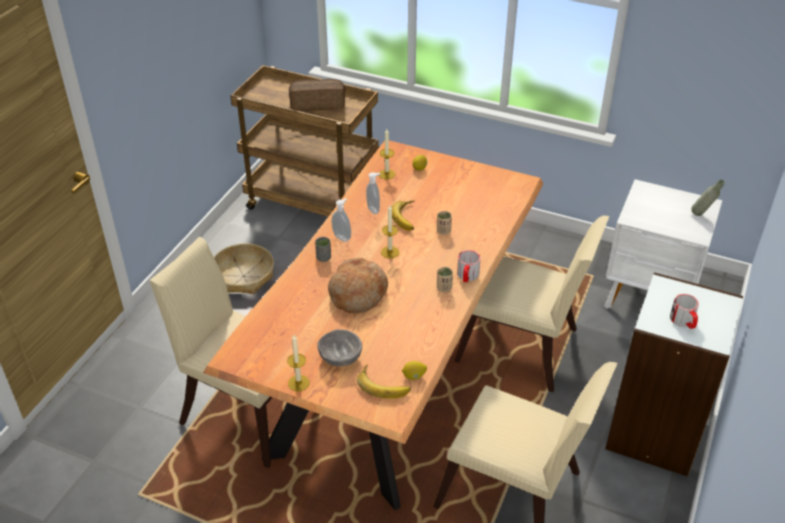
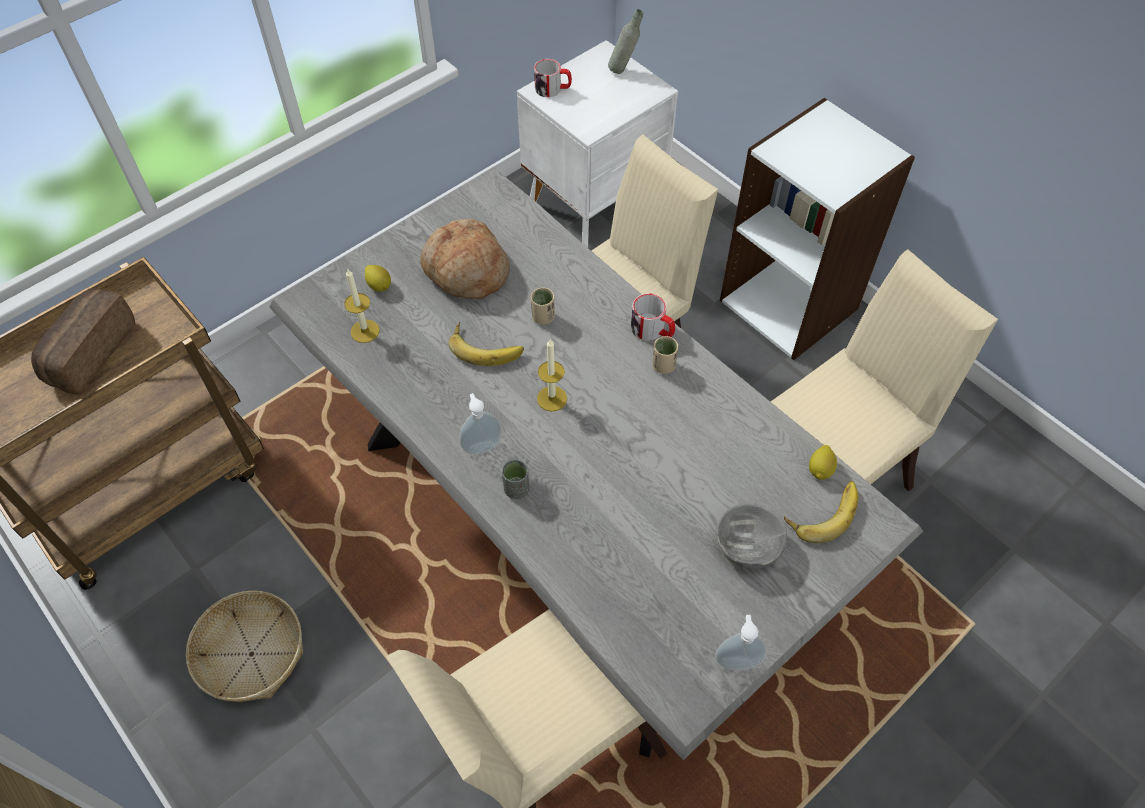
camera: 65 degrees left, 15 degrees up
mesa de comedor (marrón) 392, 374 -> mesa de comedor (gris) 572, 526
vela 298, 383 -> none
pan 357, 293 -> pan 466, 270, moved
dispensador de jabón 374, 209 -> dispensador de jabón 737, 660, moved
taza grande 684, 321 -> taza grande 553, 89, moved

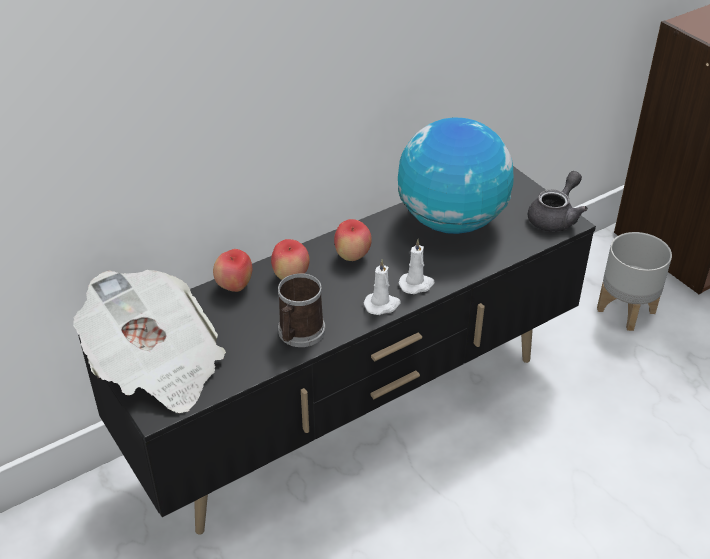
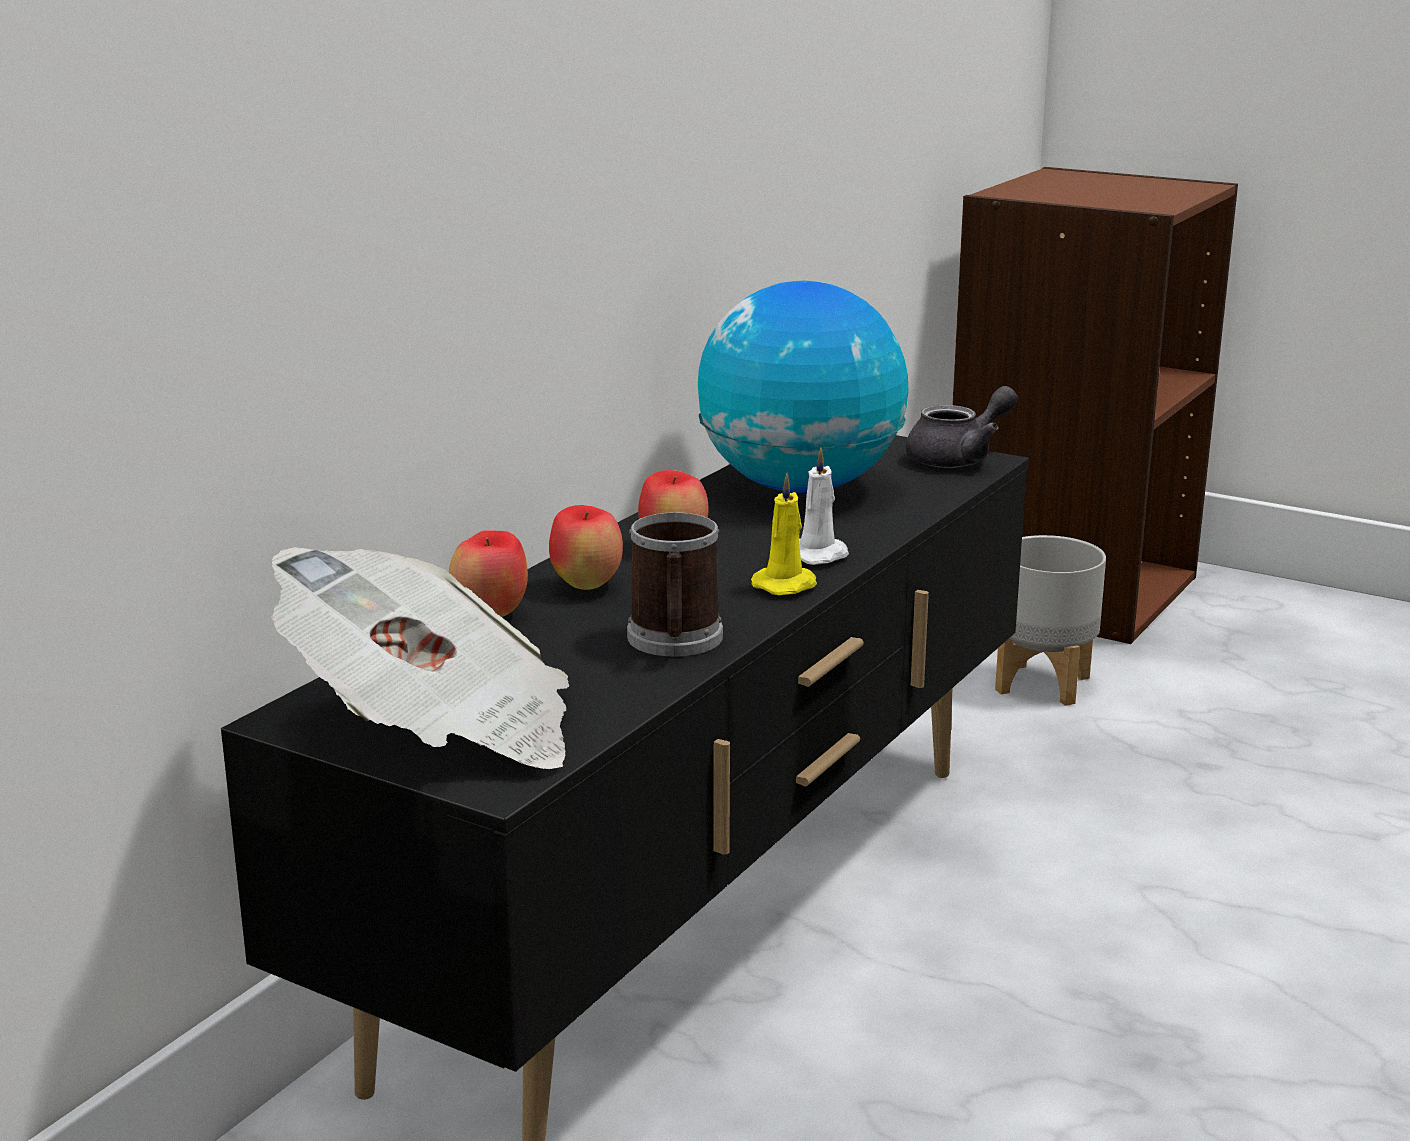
camera: 25 degrees left, 20 degrees down
vela (blanco) 382, 305 -> vela (amarillo) 787, 585
tetera (gris) 555, 217 -> tetera (gris) 959, 458, 45 degrees clockwise

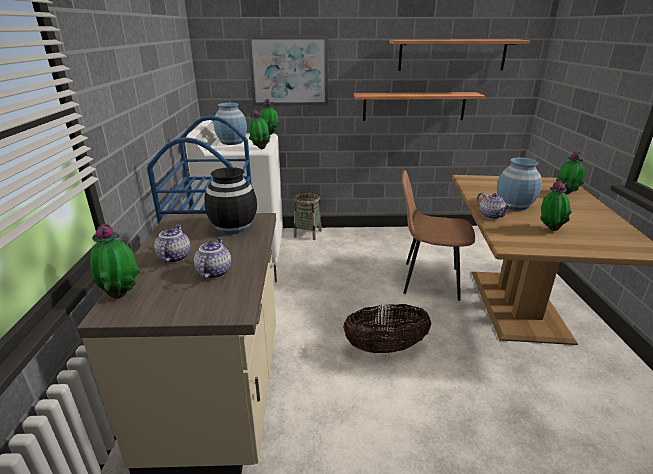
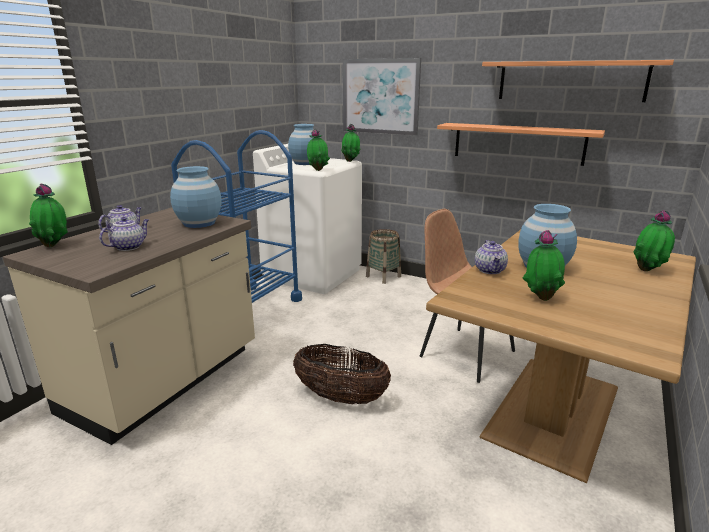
camera: 30 degrees right, 5 degrees down
florero (negro) 233, 227 -> florero (azul) 199, 223

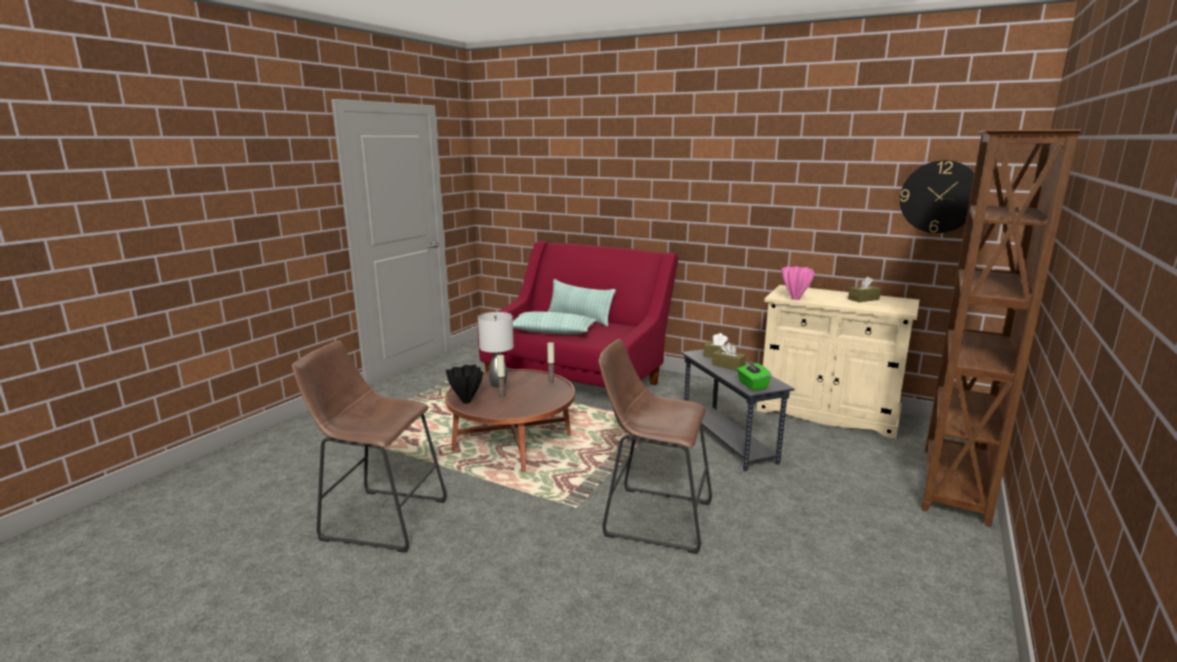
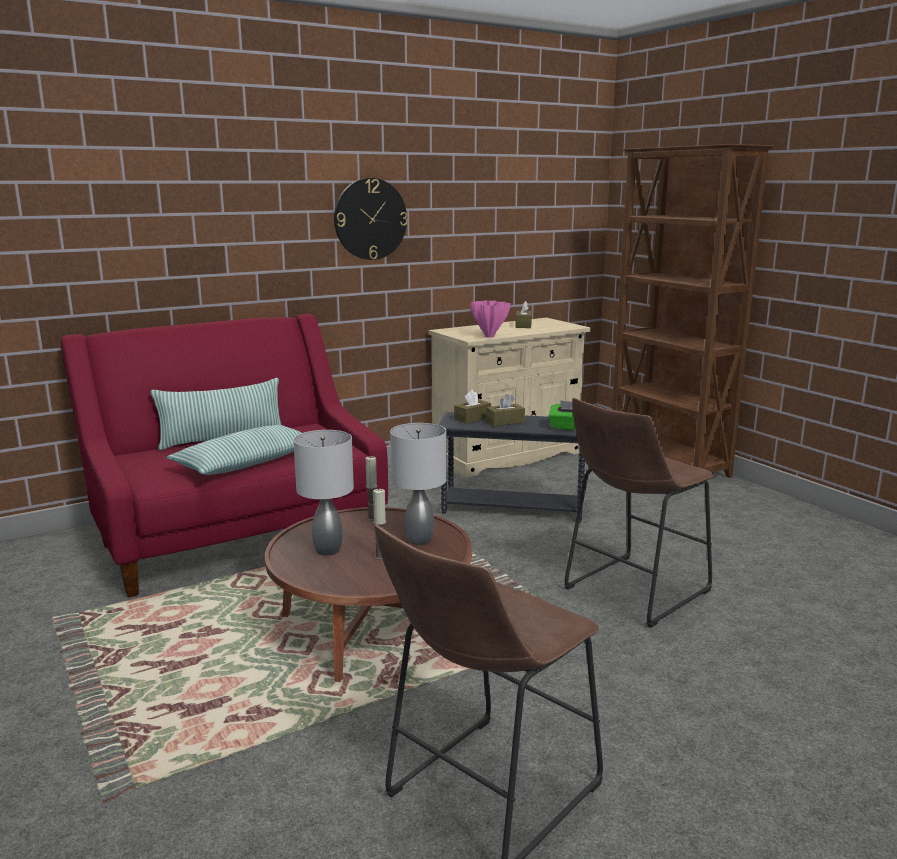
camera: 60 degrees left, 0 degrees up
florero (negro) 466, 402 -> none
reloj de pared 939, 196 -> reloj de pared 370, 219, moved
none -> lámpara de mesa (gris) 419, 540

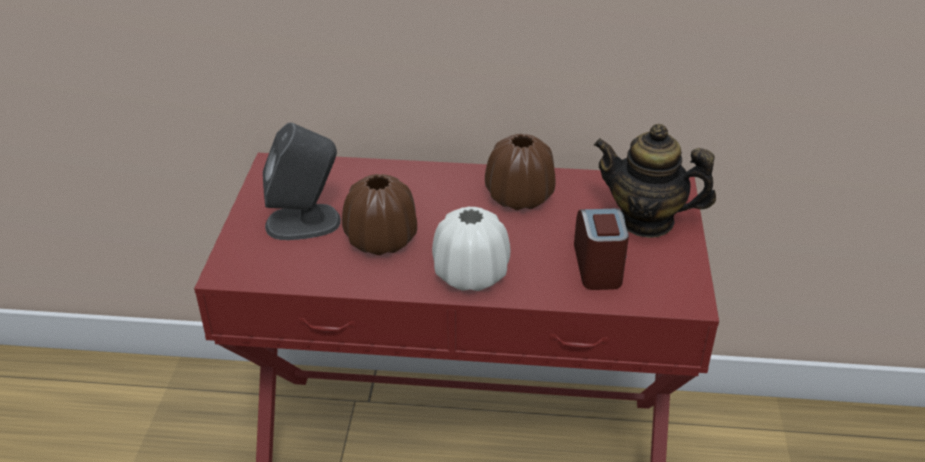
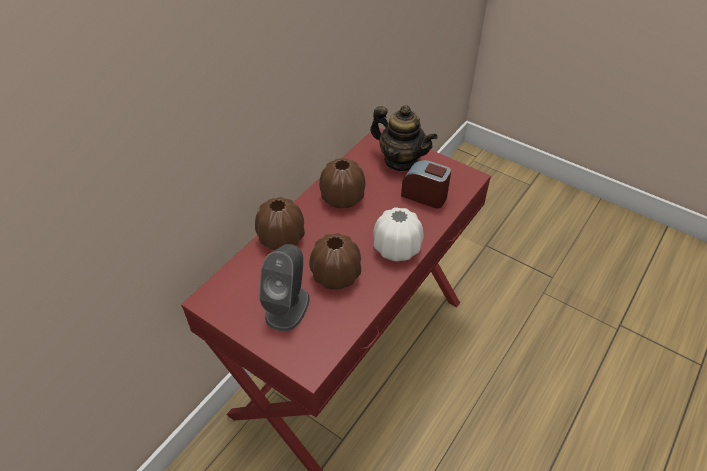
camera: 60 degrees left, 10 degrees up
tetera 646, 221 -> tetera 401, 161, 105 degrees counterclockwise
none -> florero (marrón) 281, 238

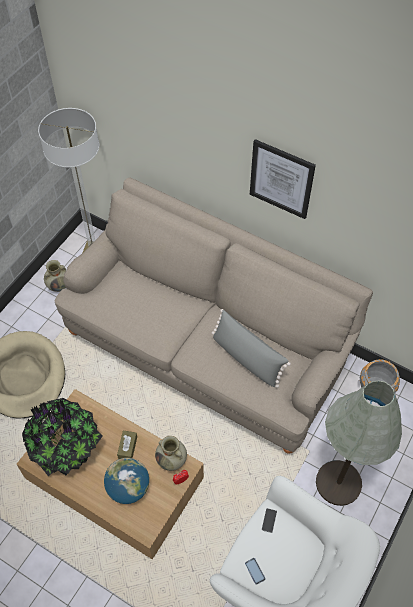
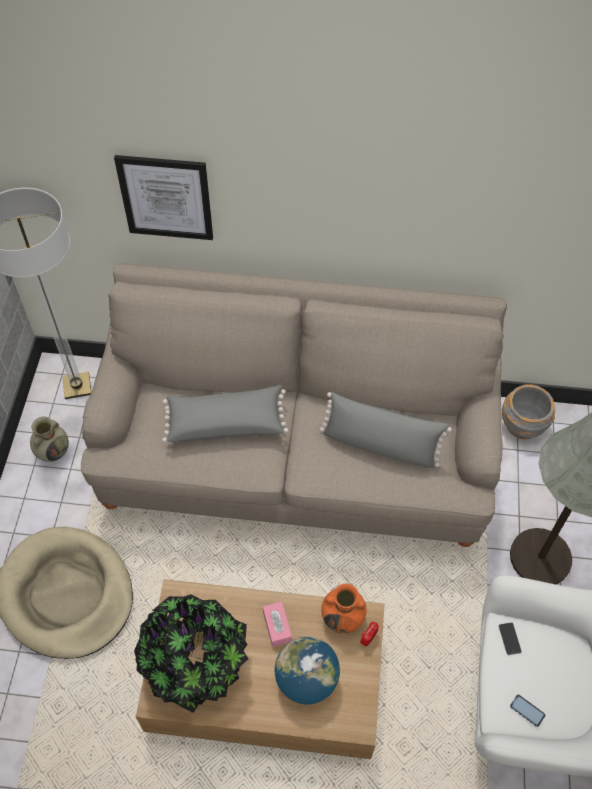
camera: 25 degrees left, 0 degrees up
caja de pañuelos (marrón) 127, 447 -> caja de pañuelos (rosa) 277, 626
florero (beis) 172, 460 -> florero (naranja) 343, 617
cuadro 281, 179 -> cuadro 166, 197, moved
none -> cojín (gris) 225, 422

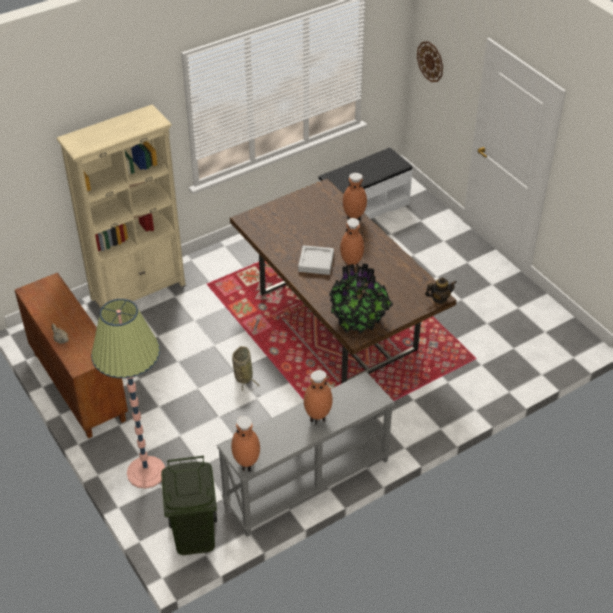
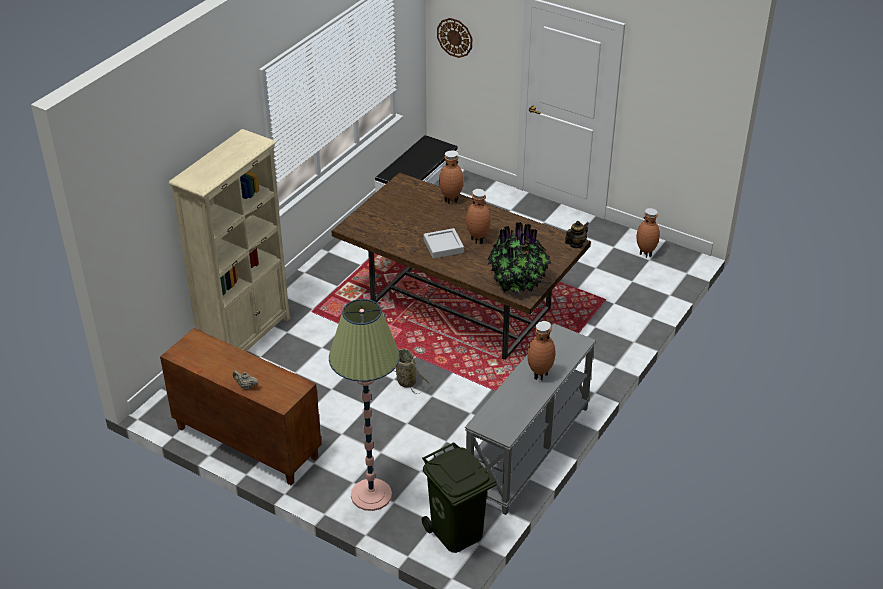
camera: 25 degrees left, 5 degrees down
florero (marrón) 247, 465 -> florero (marrón) 646, 253, moved

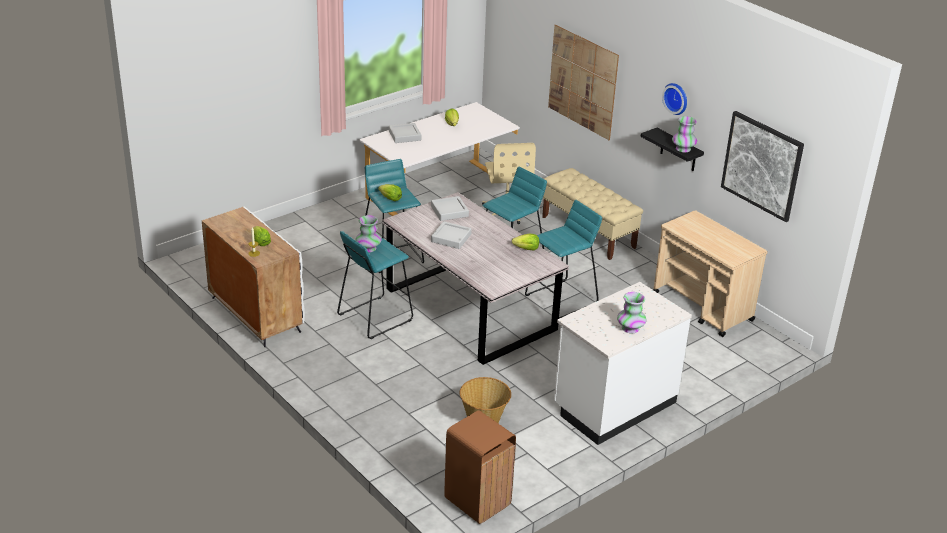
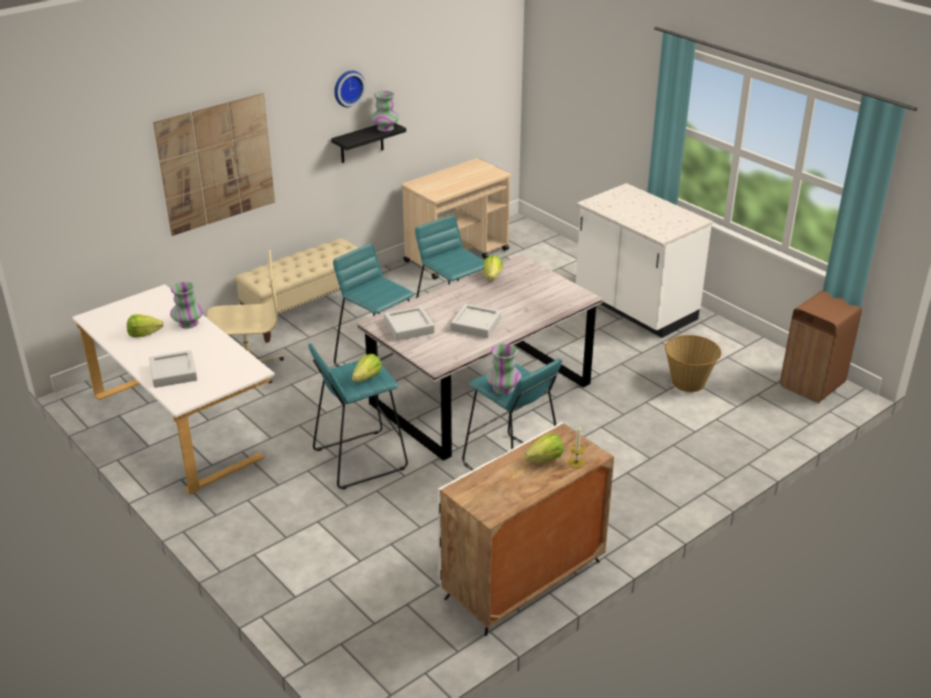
camera: 90 degrees left, 0 degrees up
florero 630, 328 -> florero 188, 324, moved
cuadro 762, 165 -> none

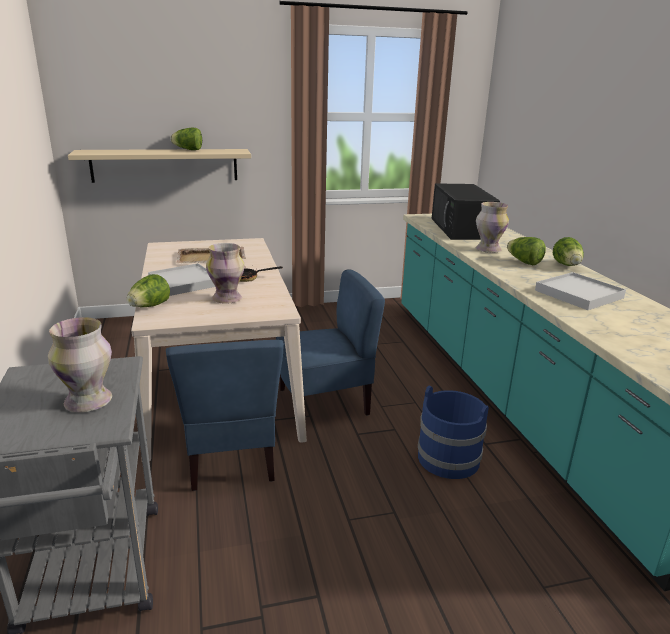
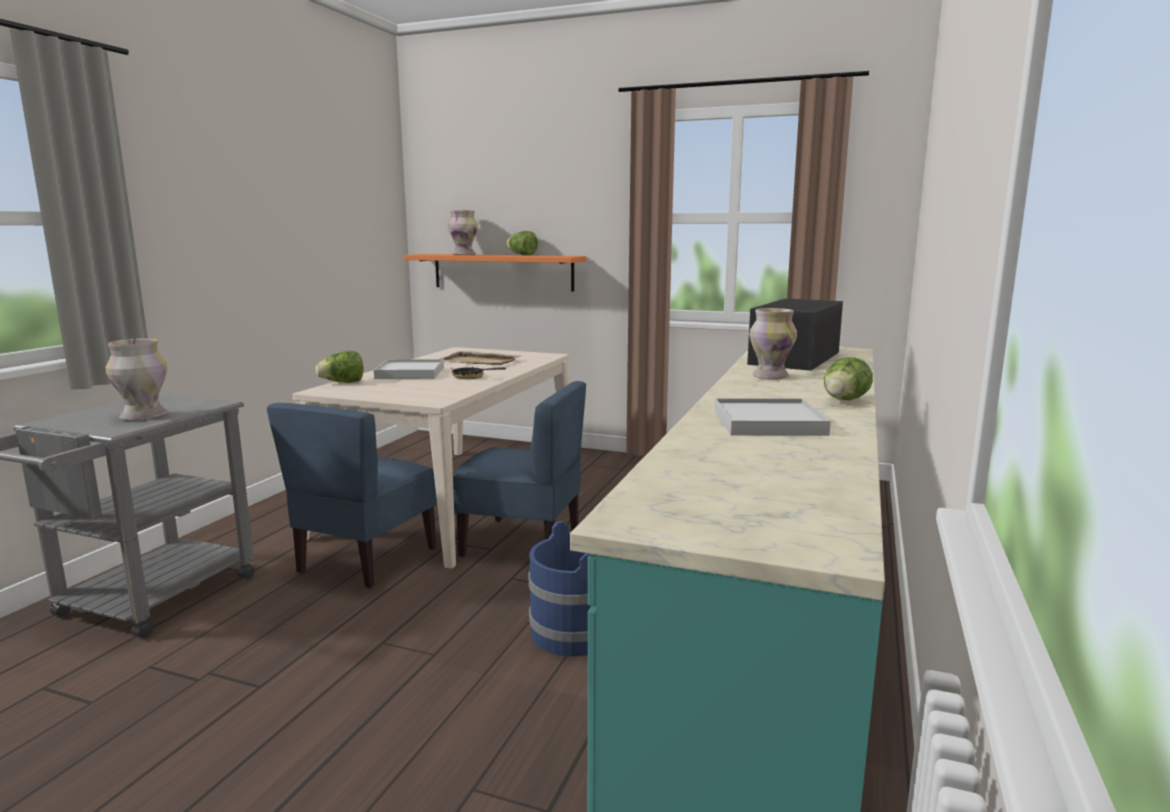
camera: 35 degrees right, 10 degrees down
estante (beis) 165, 165 -> estante (naranja) 502, 272
florero 227, 298 -> florero 464, 254, moved
lechuga 524, 262 -> none

